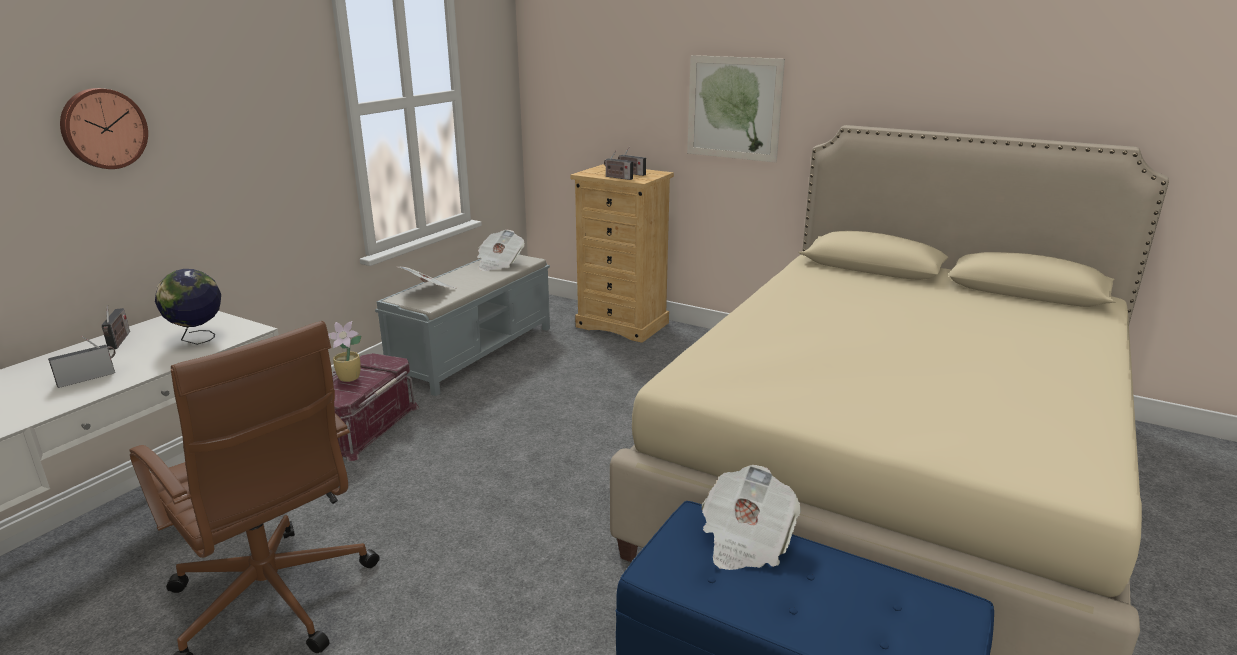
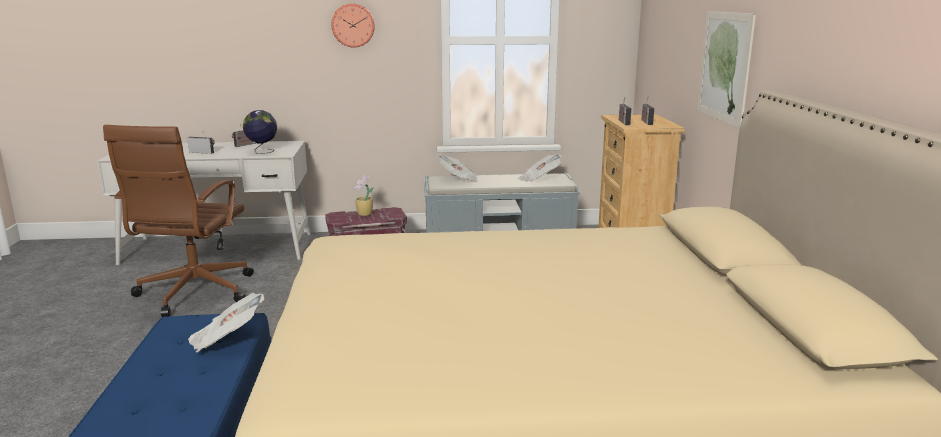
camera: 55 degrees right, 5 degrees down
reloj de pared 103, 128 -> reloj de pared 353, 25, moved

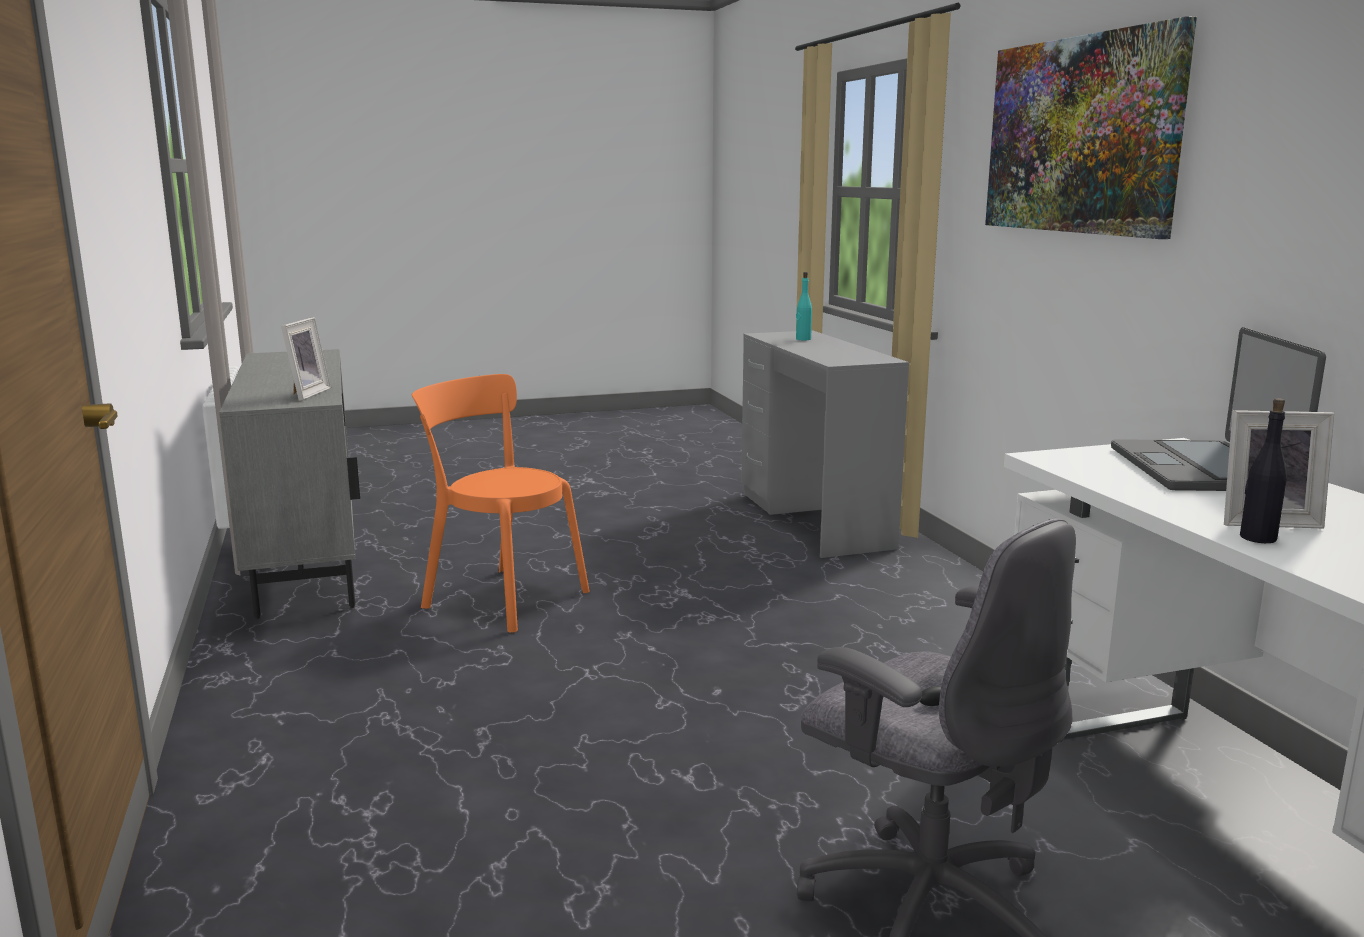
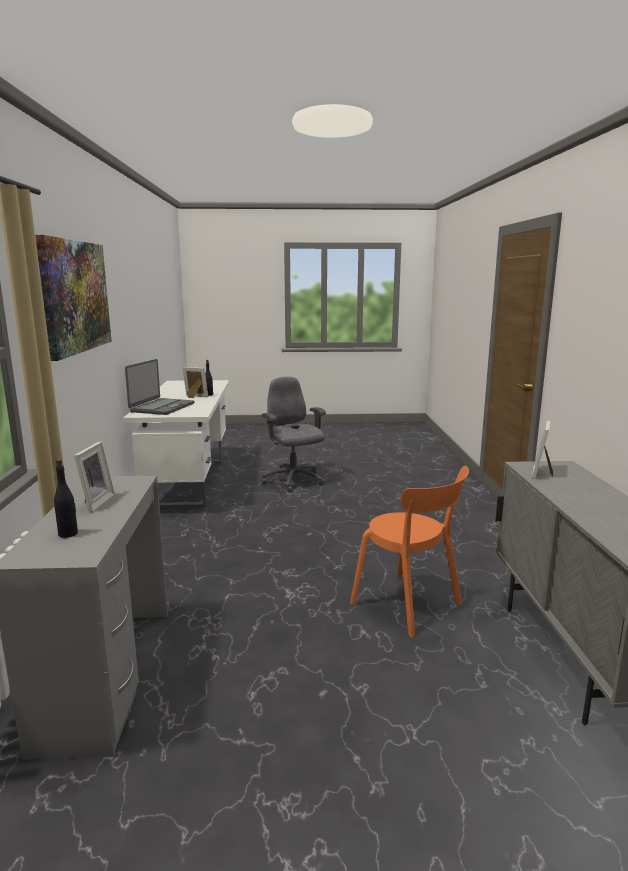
camera: 165 degrees left, 0 degrees up
botella (turquesa) 803, 339 -> botella (negro) 68, 534
none -> portarretratos 93, 502

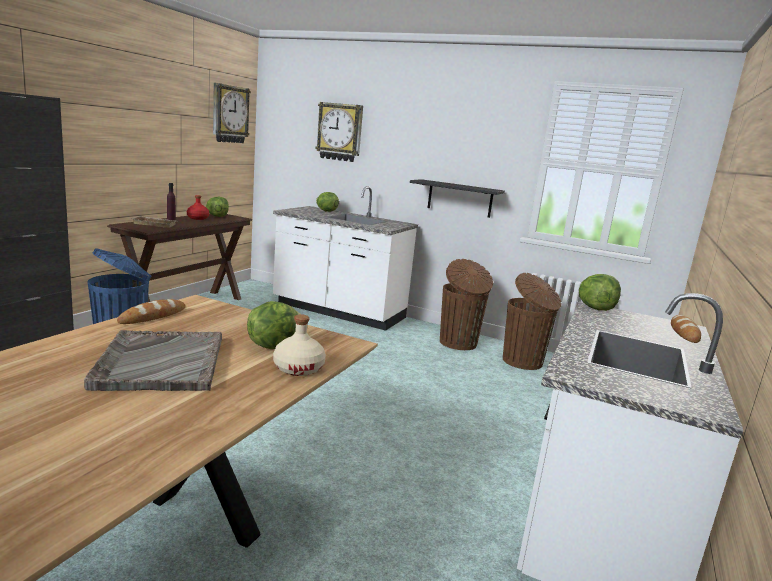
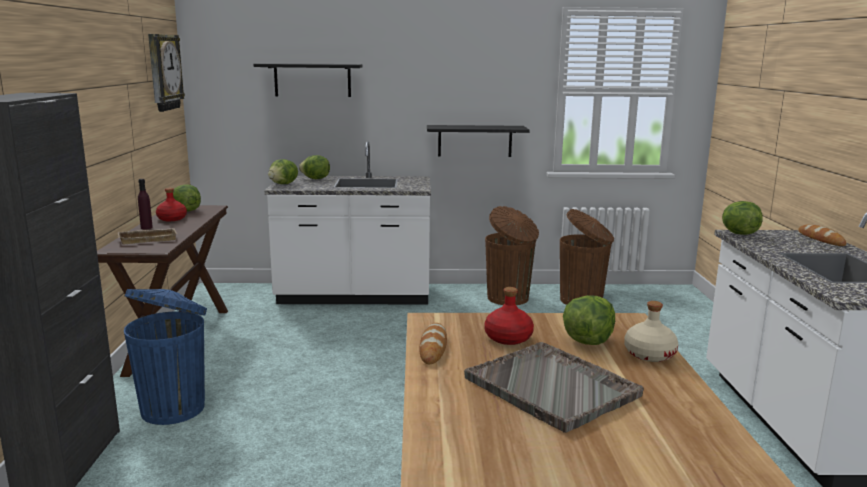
camera: 25 degrees left, 0 degrees up
reloj de pared 340, 132 -> estante (negro) 312, 80
none -> lechuga 284, 184
none -> botella (rojo) 507, 338

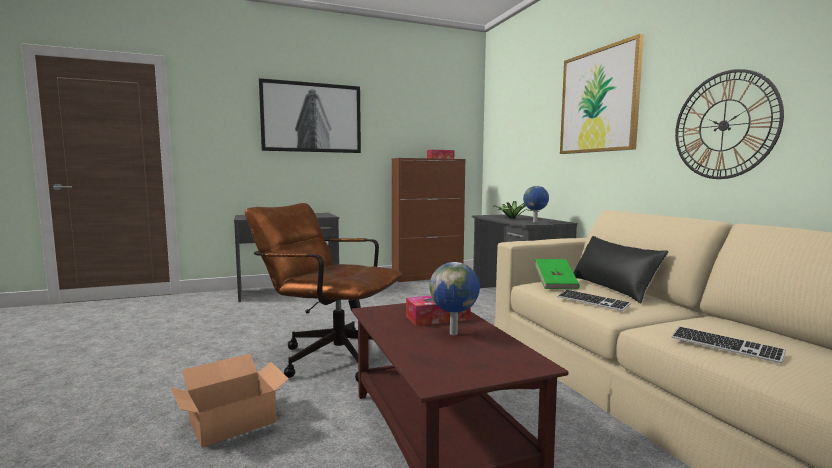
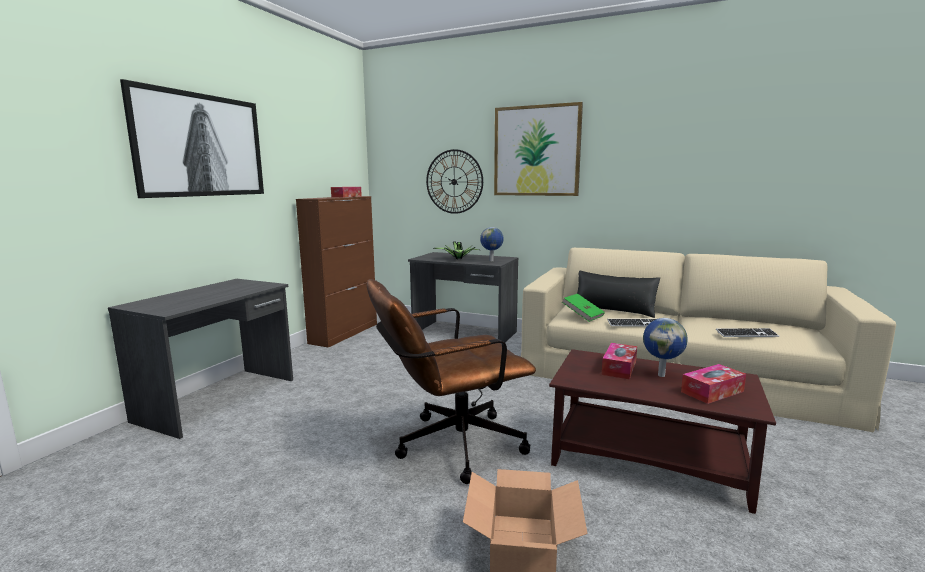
camera: 45 degrees left, 5 degrees up
reloj de pared 724, 125 -> reloj de pared 454, 181, moved
none -> caja de pañuelos 712, 391

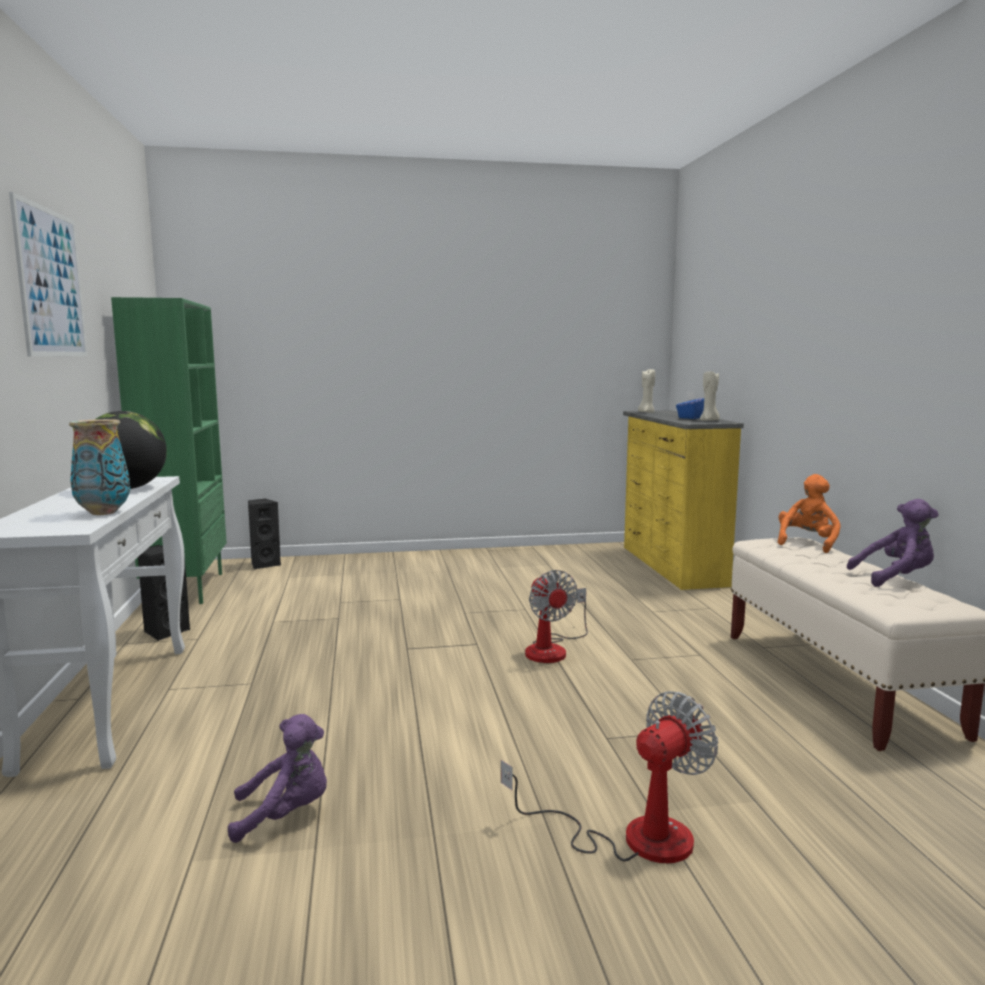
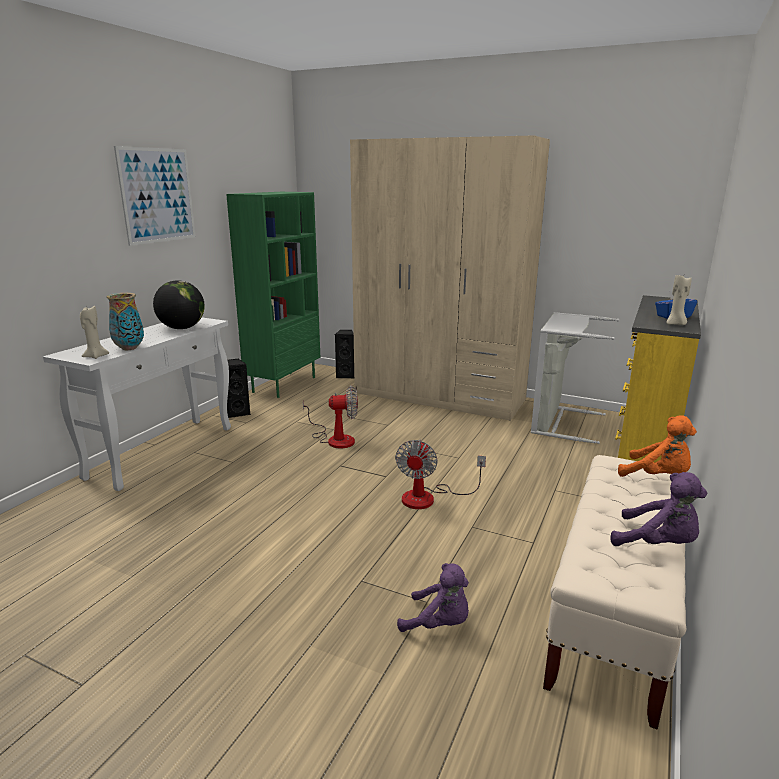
camera: 35 degrees right, 10 degrees up
peluche (morado) 286, 814 -> peluche (morado) 439, 623, moved
ventilador 632, 837 -> ventilador 335, 439, moved
vela (beis) 646, 412 -> vela (beis) 95, 356, moved
peluche (naranja) 807, 543 -> peluche (naranja) 657, 476, 60 degrees clockwise
none -> armario ropero (beis) 439, 396
none -> cesto de la ropa (gris) 558, 423

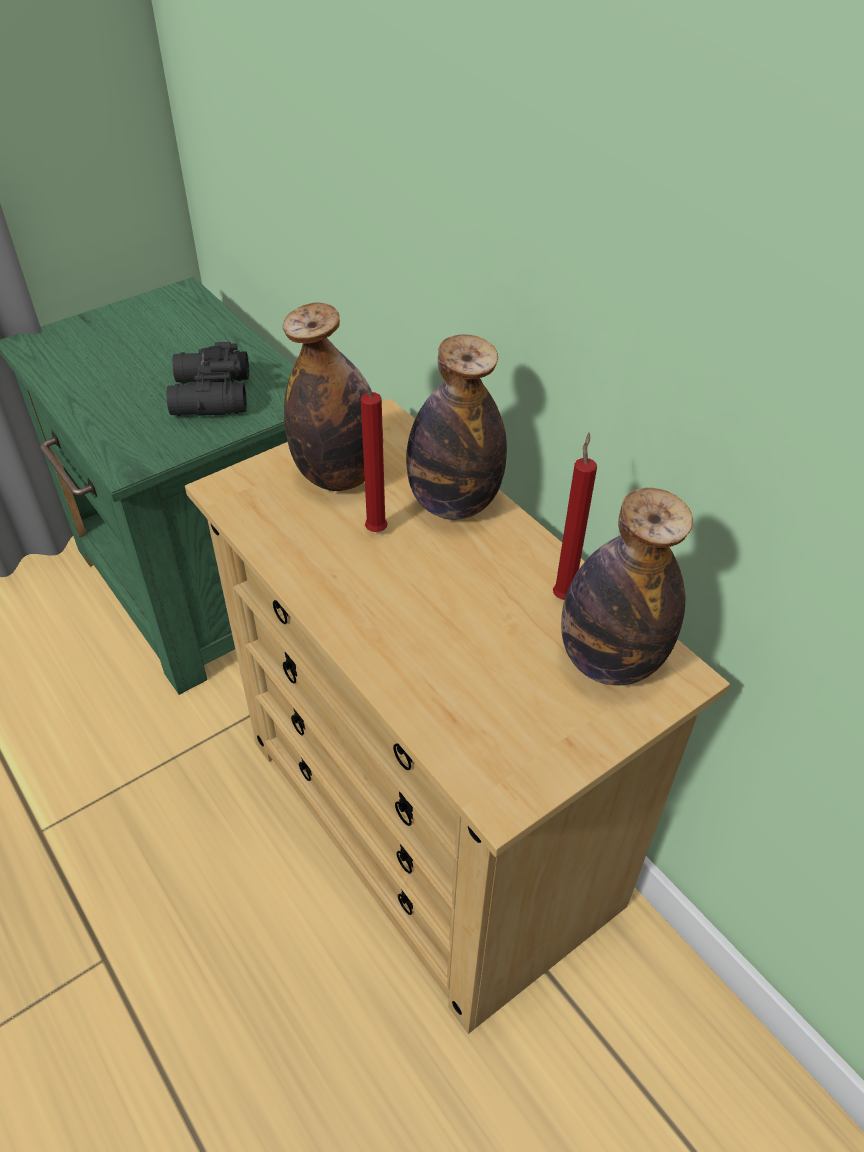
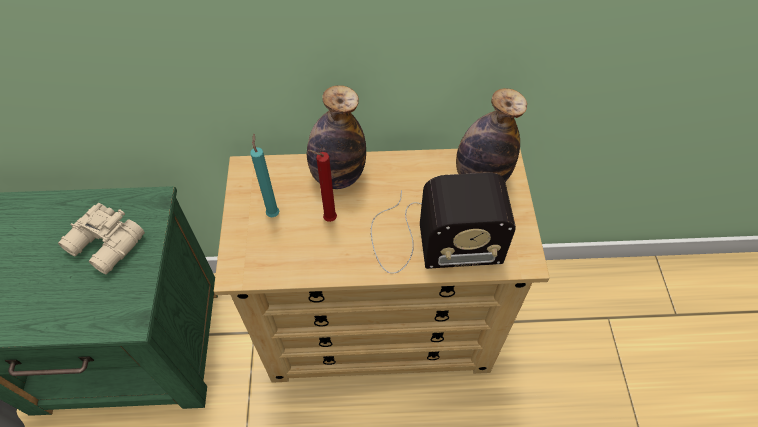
camera: 55 degrees left, 10 degrees up
prismáticos (negro) 209, 396 -> prismáticos (beis) 106, 245
botella 339, 475 -> vela (turquesa) 273, 213
vela (rojo) 564, 595 -> none
none -> radio 431, 239

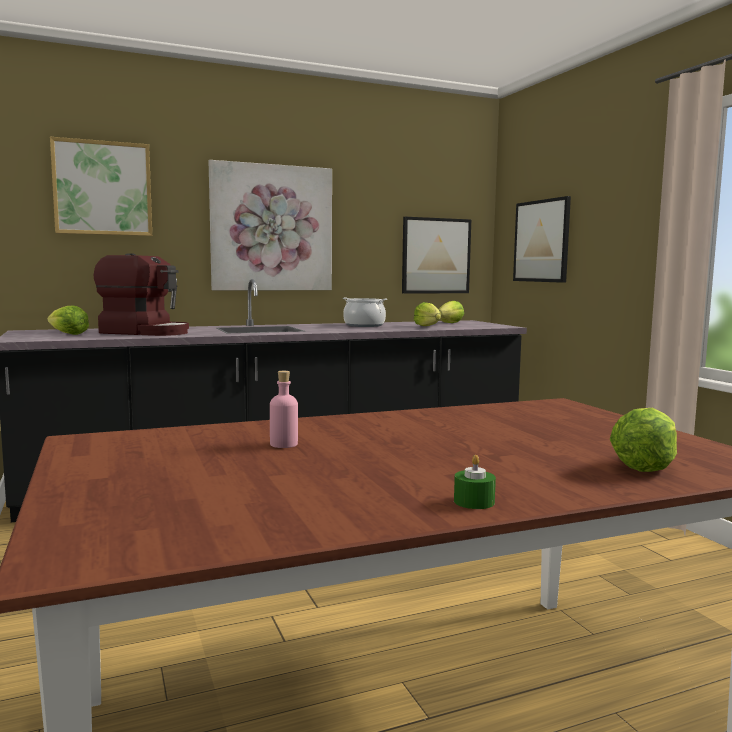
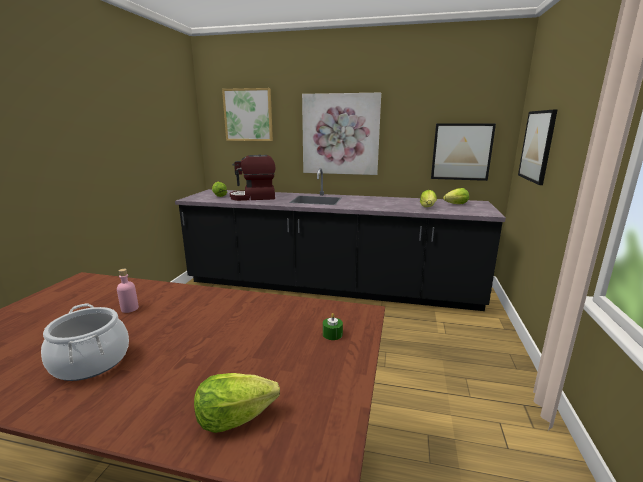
camera: 35 degrees right, 10 degrees up
cafetera 146, 332 -> cafetera 254, 197, 120 degrees clockwise
olla 364, 325 -> olla 90, 361, moved
vela (verde) 474, 501 -> vela (verde) 332, 334, moved

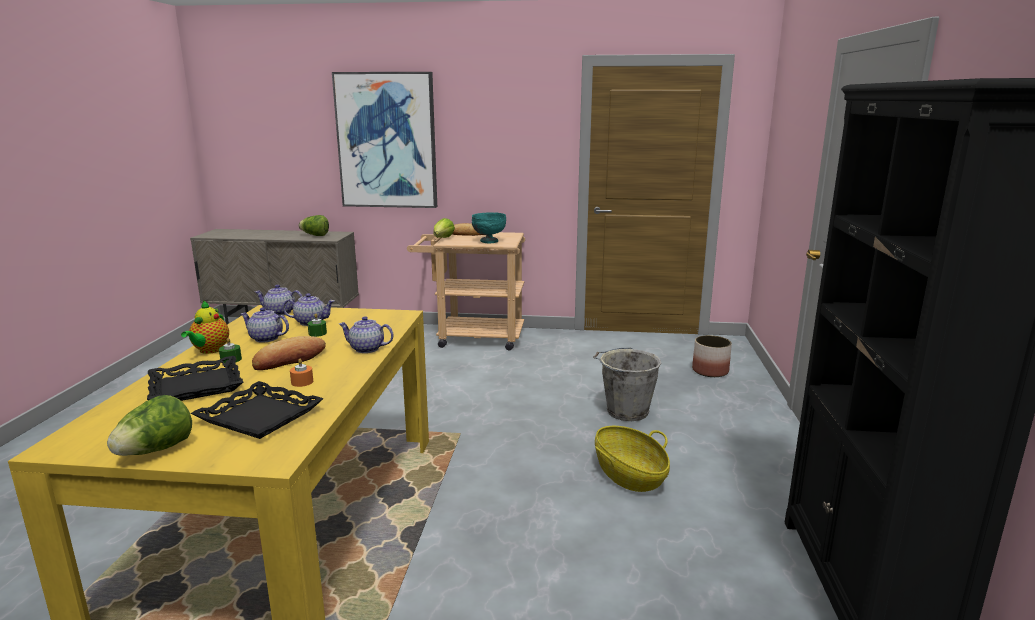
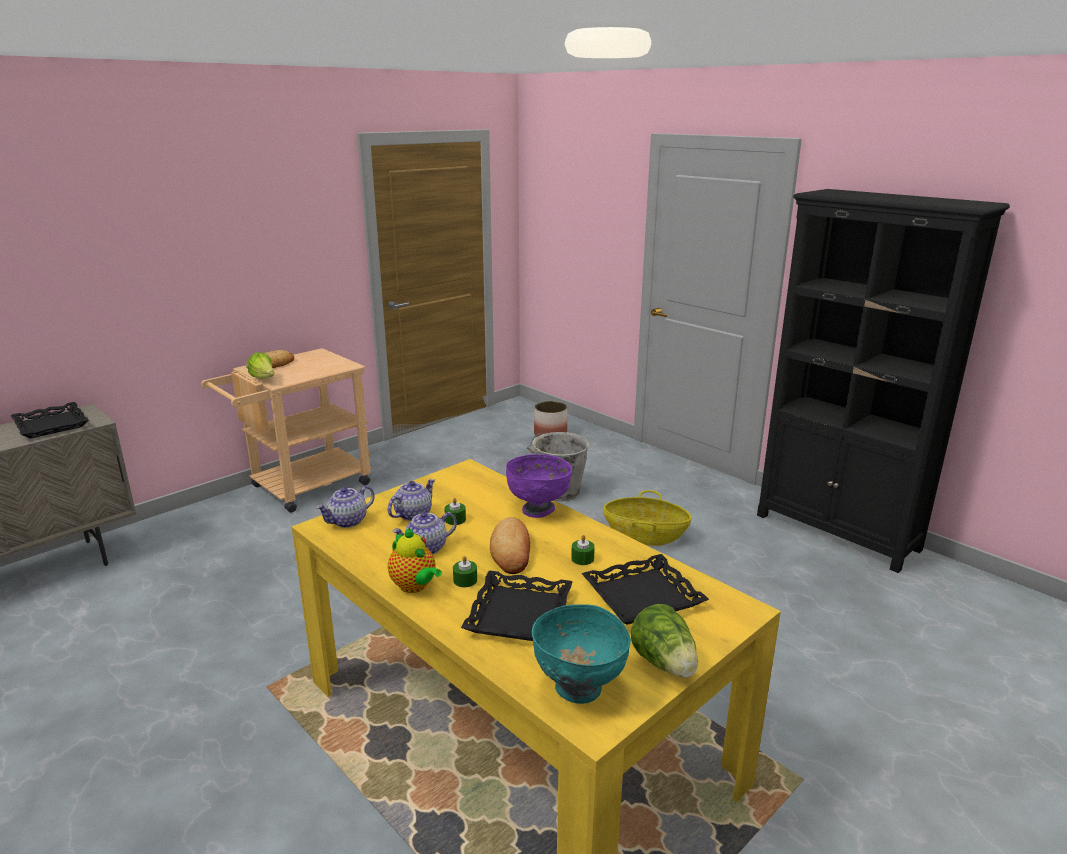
camera: 50 degrees left, 5 degrees up
vela (naranja) 302, 382 -> vela (verde) 582, 558
lechuga 315, 235 -> bandeja (negro) 52, 425
cuadro 387, 141 -> none
tetera 366, 349 -> cuenco (morado) 538, 510
cuenco (turquesa) 488, 241 -> cuenco (turquesa) 578, 689, moved

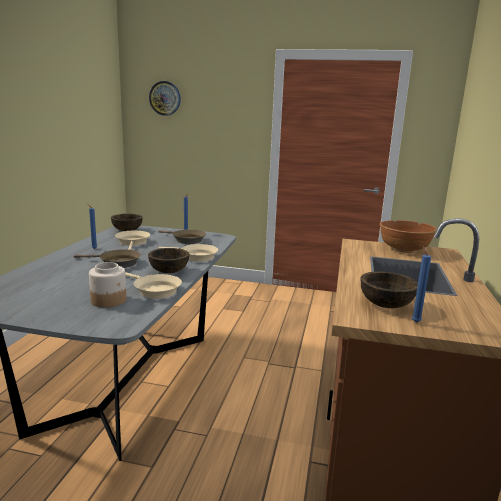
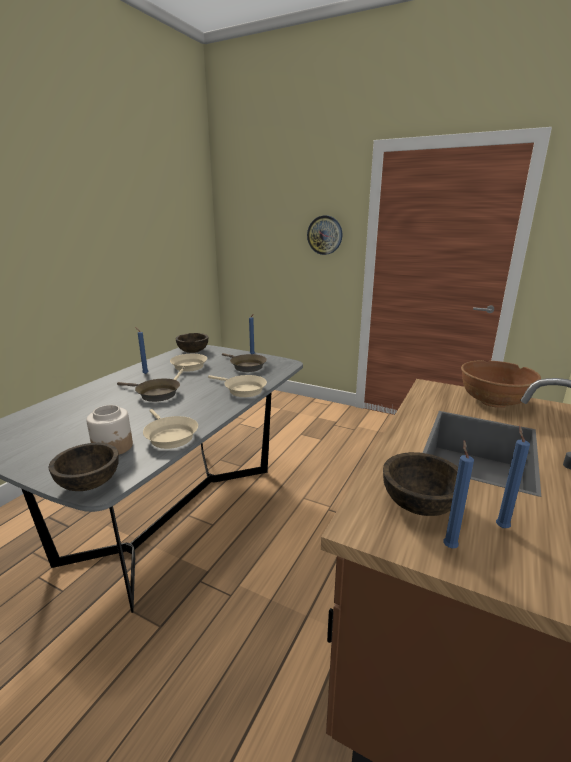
camera: 15 degrees right, 5 degrees up
cuenco (marrón) 169, 271 -> cuenco (marrón) 90, 483, moved
reloj de pared 165, 98 -> reloj de pared 325, 235, moved
none -> vela (azul) 501, 526

